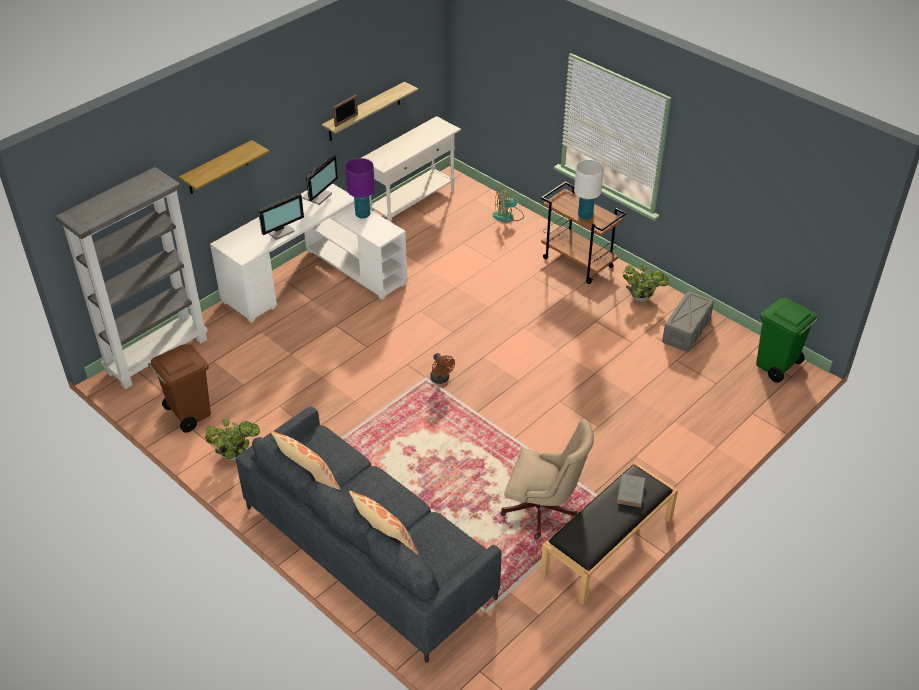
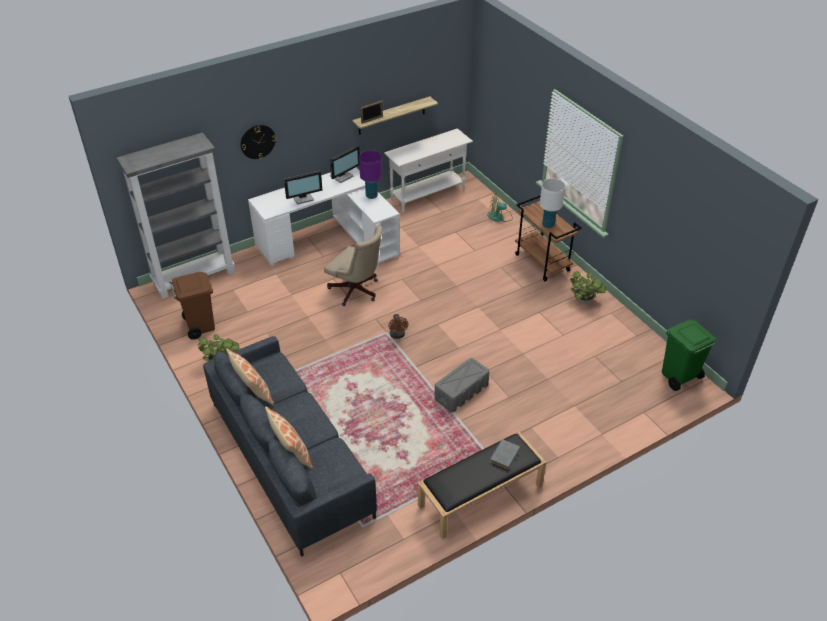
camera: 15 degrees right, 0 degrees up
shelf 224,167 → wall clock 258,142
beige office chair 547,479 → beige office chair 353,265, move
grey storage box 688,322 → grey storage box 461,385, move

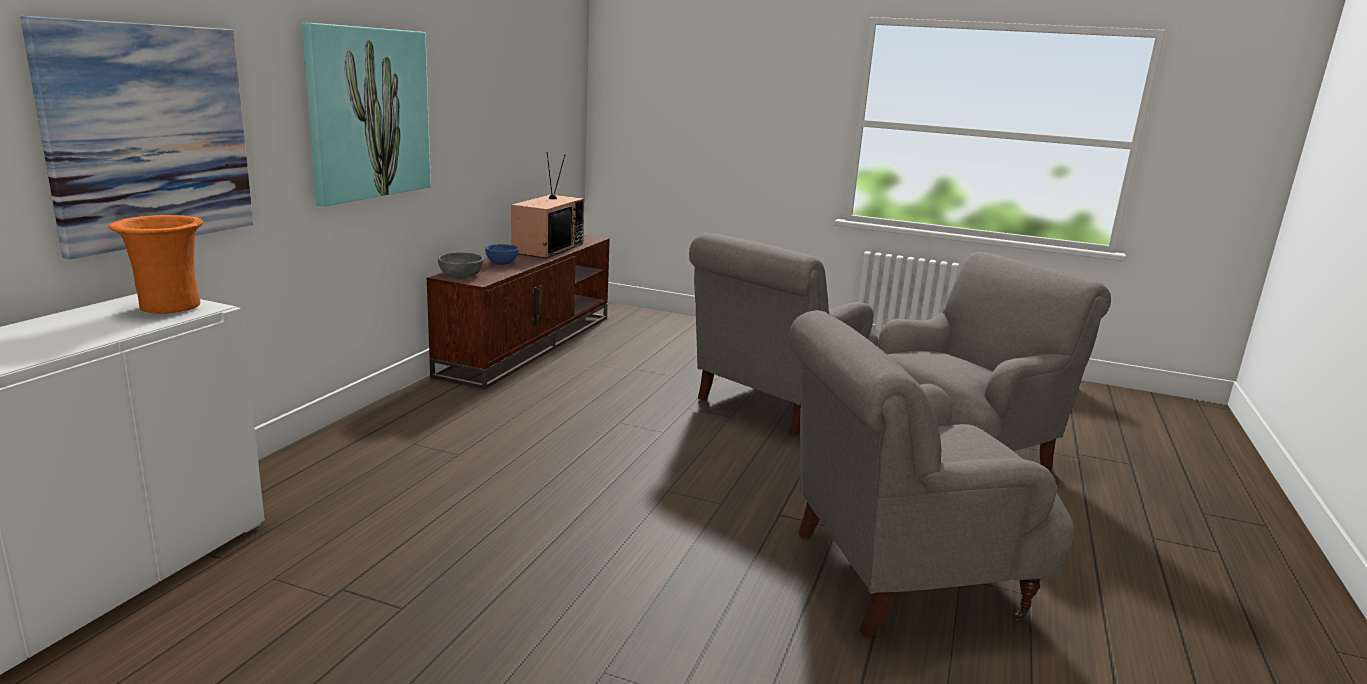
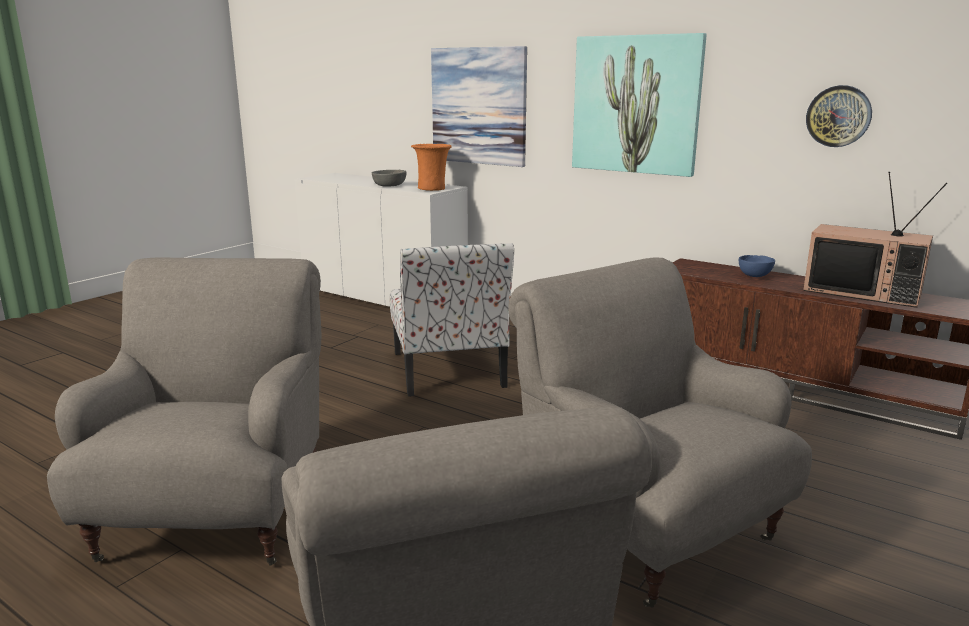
camera: 105 degrees right, 0 degrees up
grey bowl 461,265 → grey bowl 389,178, move
- → chair 452,320
- → wall clock 839,116

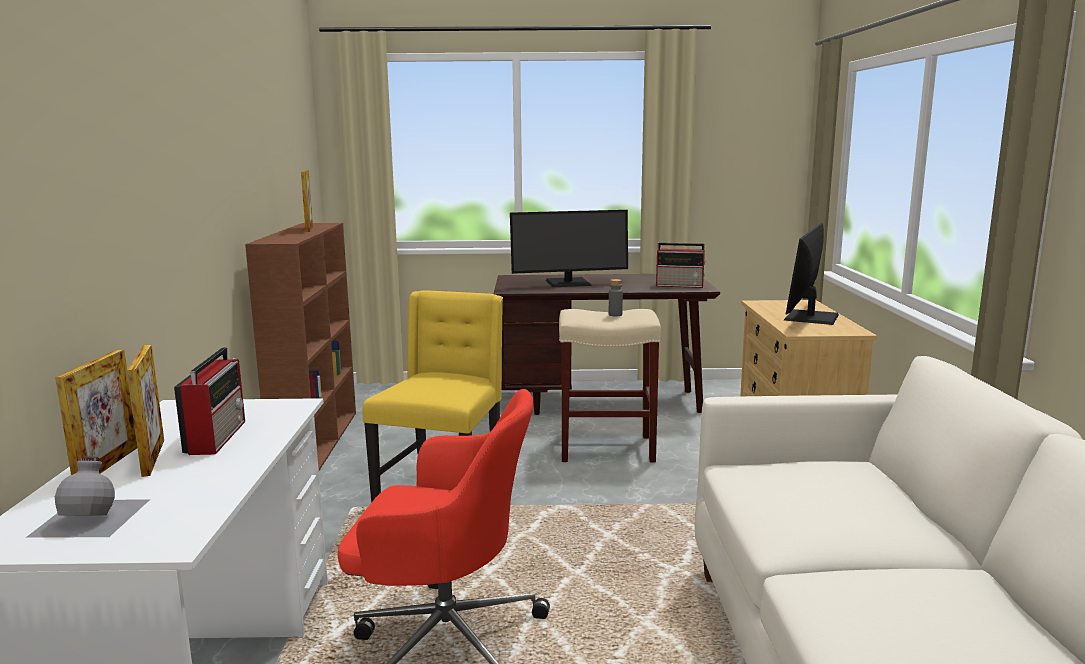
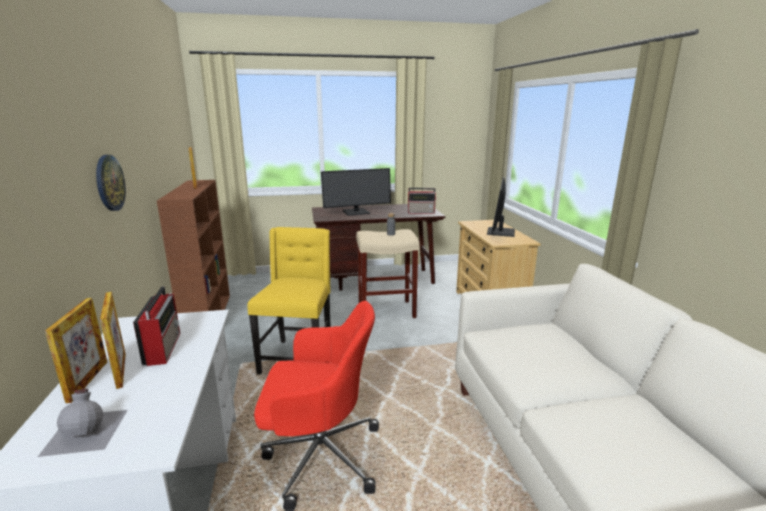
camera: 10 degrees left, 5 degrees up
- → wall clock 111,183

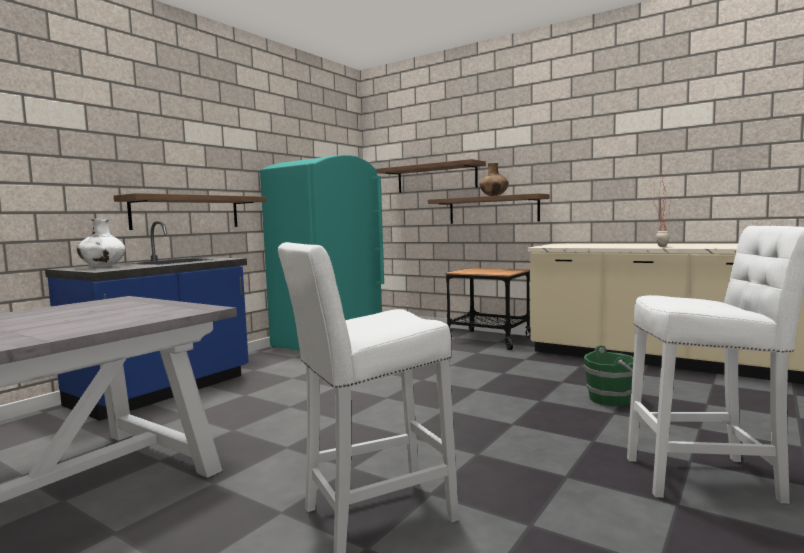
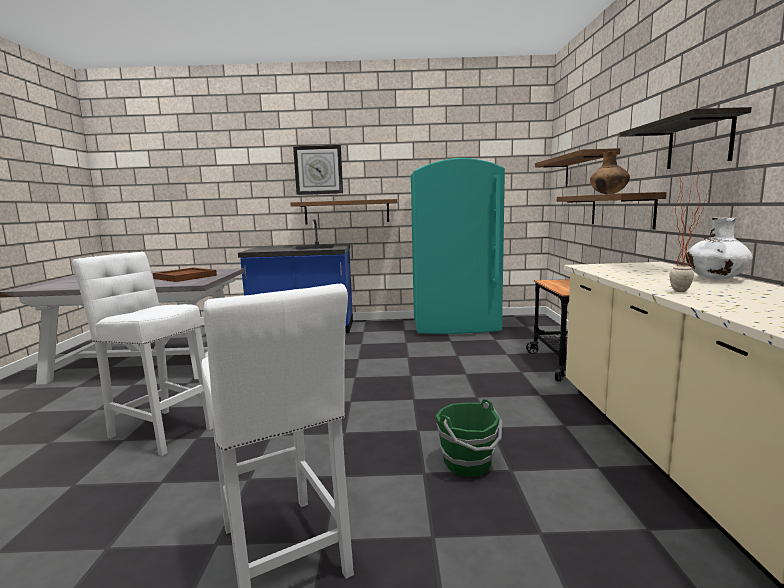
camera: 55 degrees right, 5 degrees up
white vase 101,243 → white vase 719,248, move
- → brown tray 185,274
- → wall clock 318,170
- → shelf 685,138

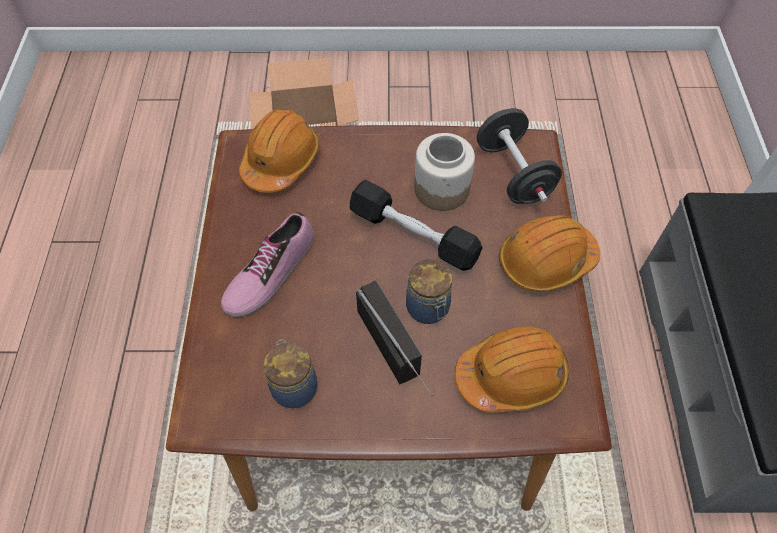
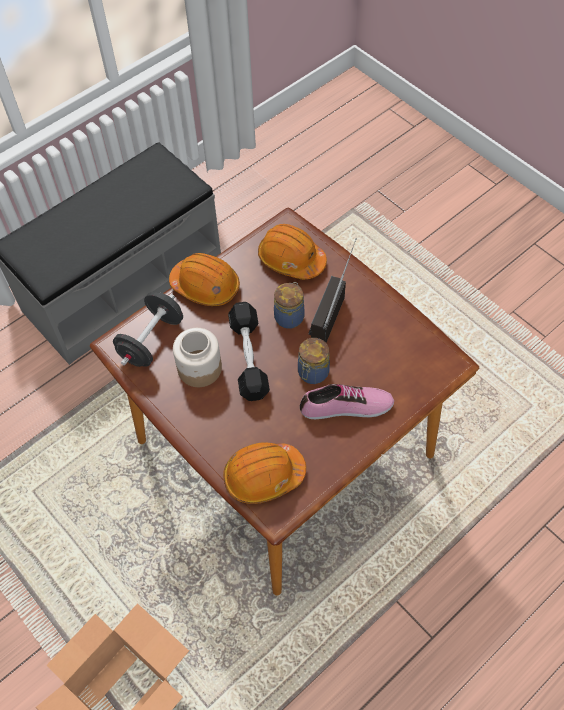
camera: 130 degrees left, 0 degrees up
jar 291,373 → jar 314,361, move

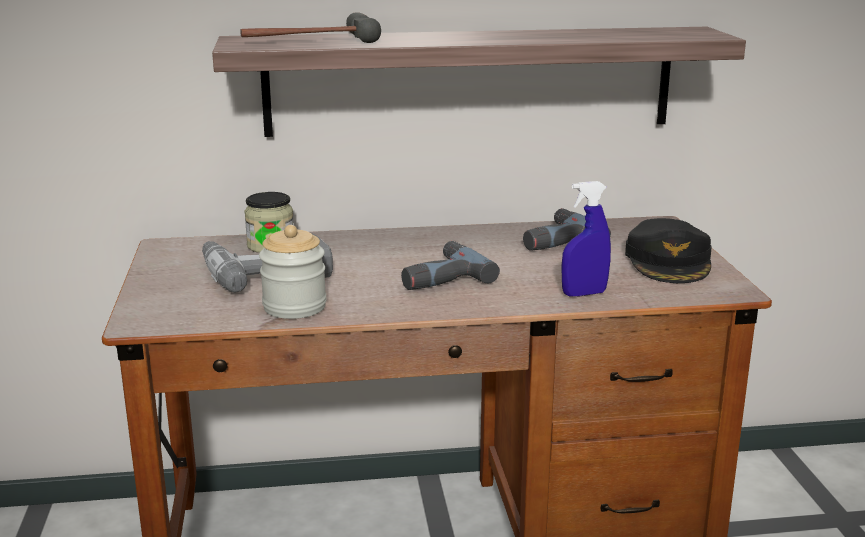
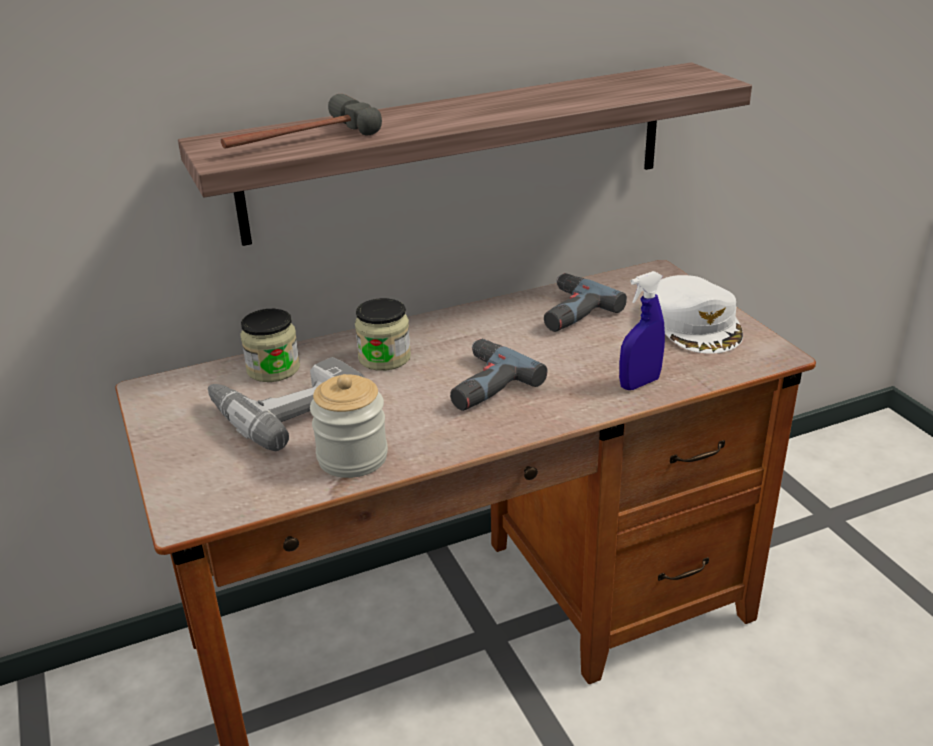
camera: 15 degrees left, 10 degrees up
black cap 668,250 → white cap 699,314
- → jar 383,334

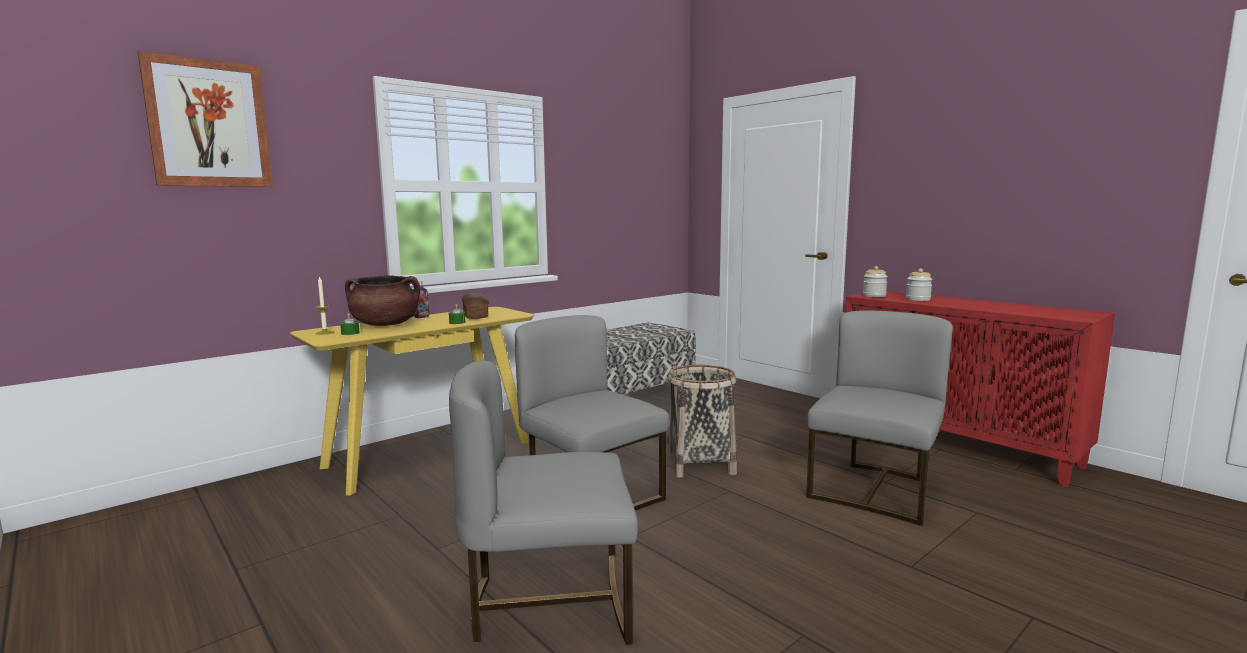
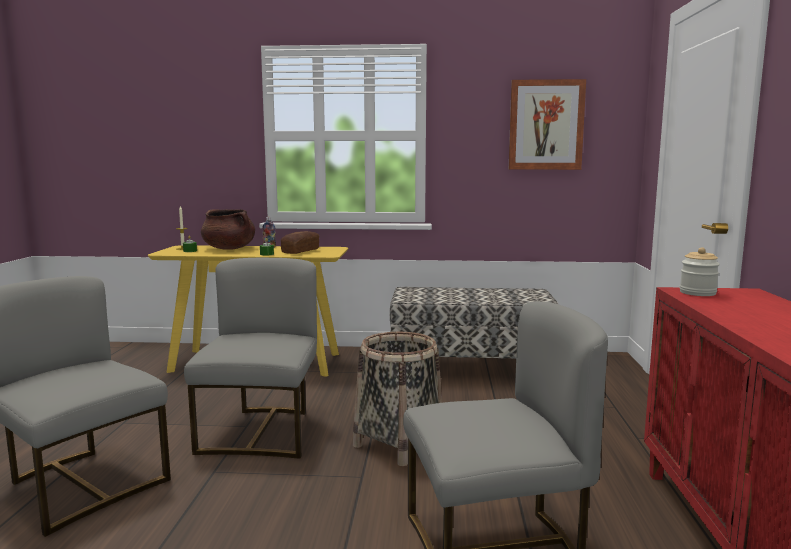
camera: 45 degrees right, 0 degrees up
picture 205,119 → picture 547,124, move
jar 919,284 → -

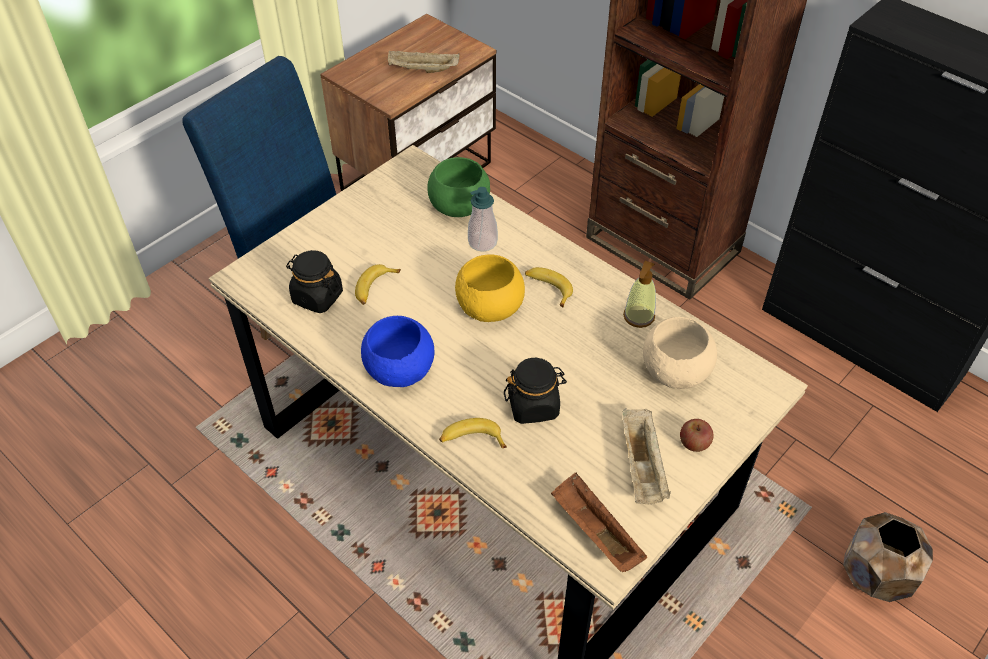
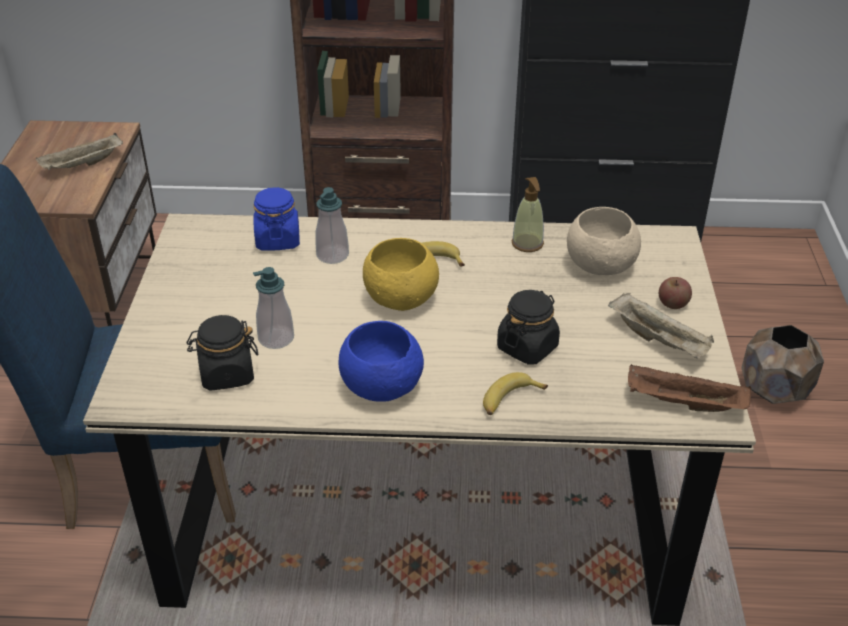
camera: 40 degrees left, 10 degrees down
banana 378,284 → soap dispenser 273,308
green bowl 458,187 → blue jar 276,219

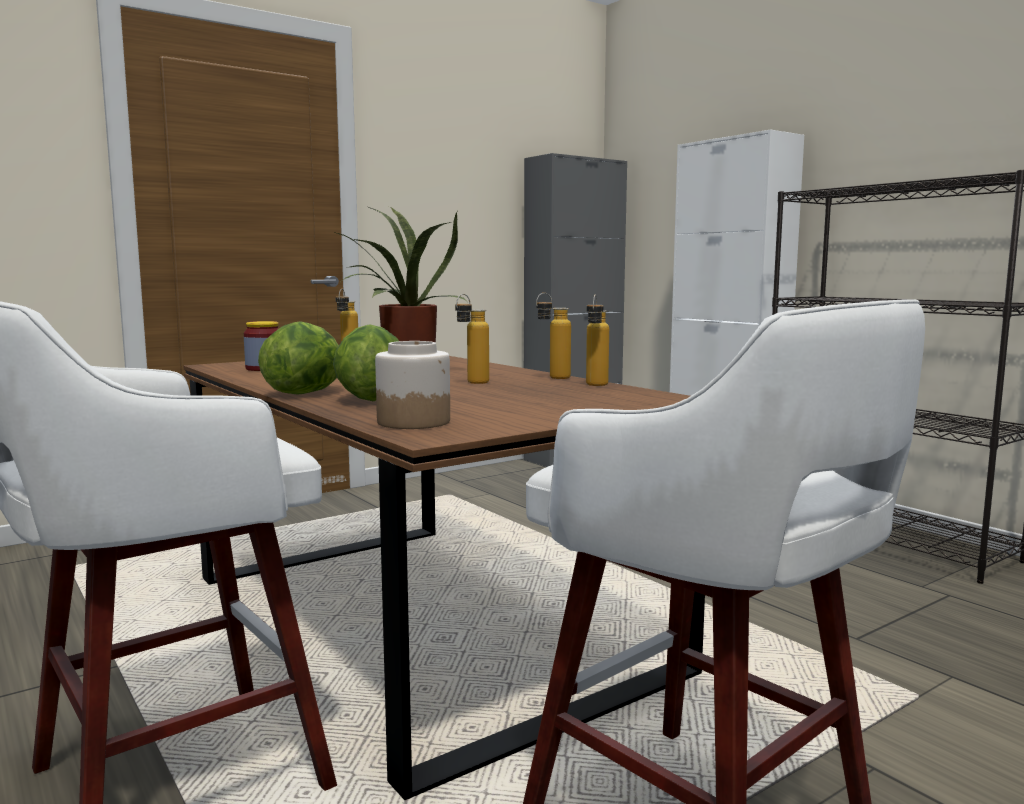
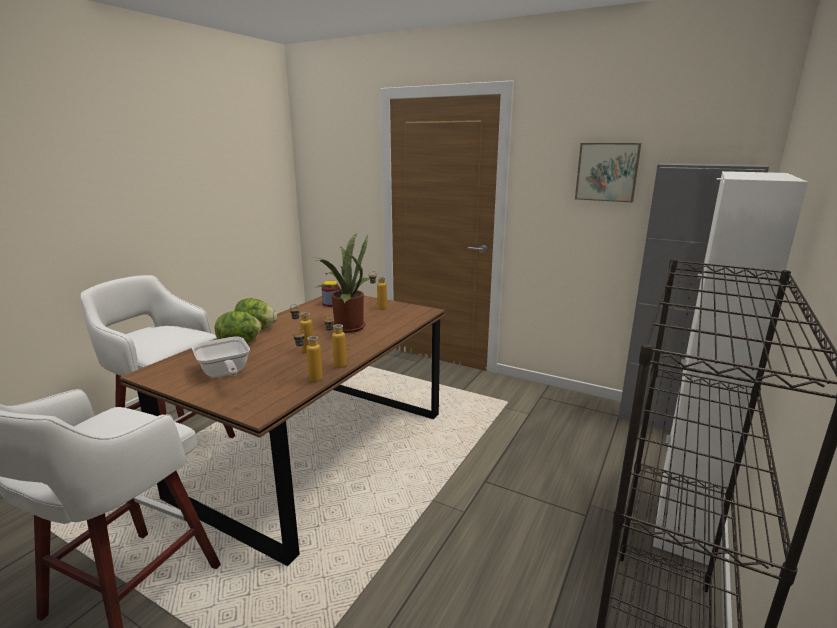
camera: 65 degrees right, 10 degrees up
jar 412,385 → -
- → frying pan 221,357
- → picture 608,172

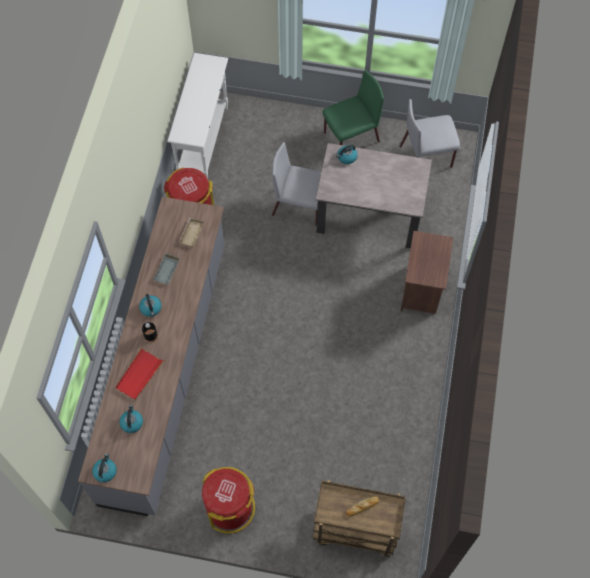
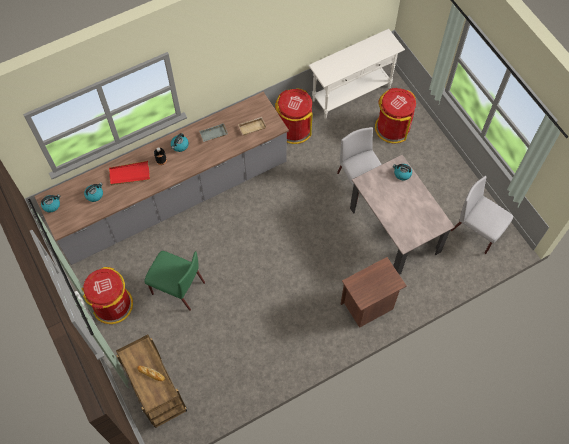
camera: 50 degrees right, 0 degrees up
green chair 353,107 → green chair 174,281, move
- → red trash can 395,115

